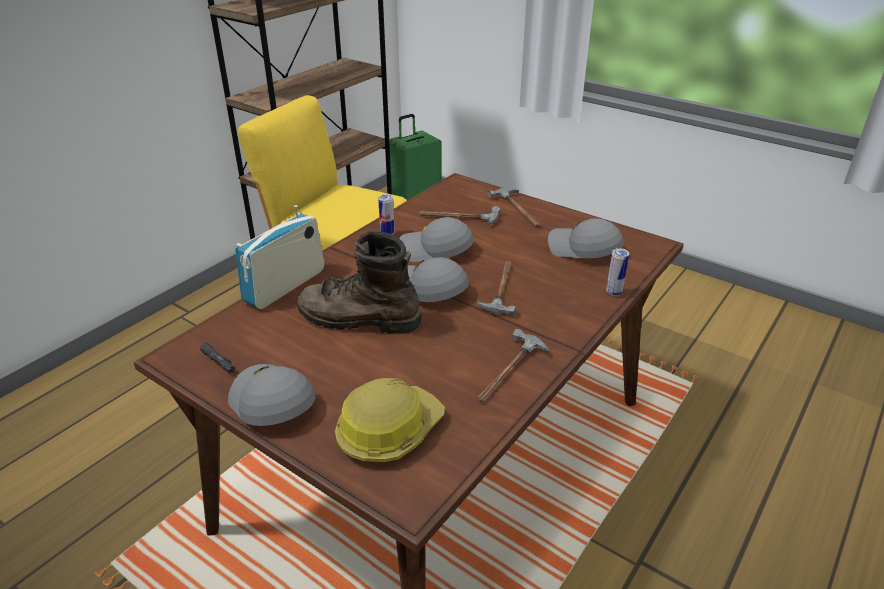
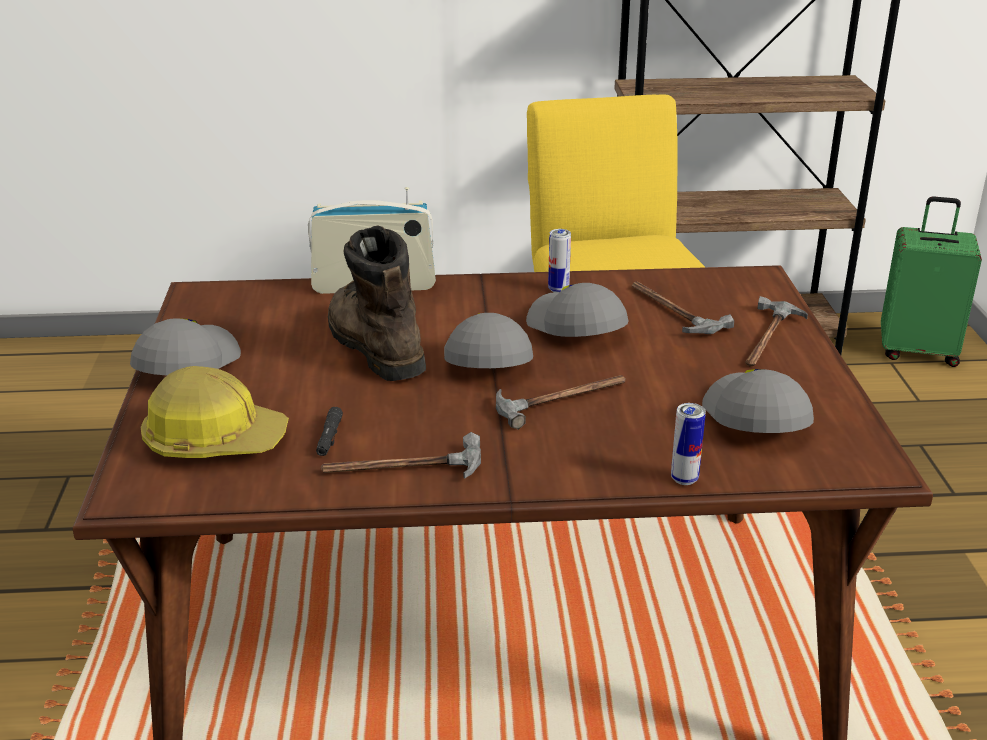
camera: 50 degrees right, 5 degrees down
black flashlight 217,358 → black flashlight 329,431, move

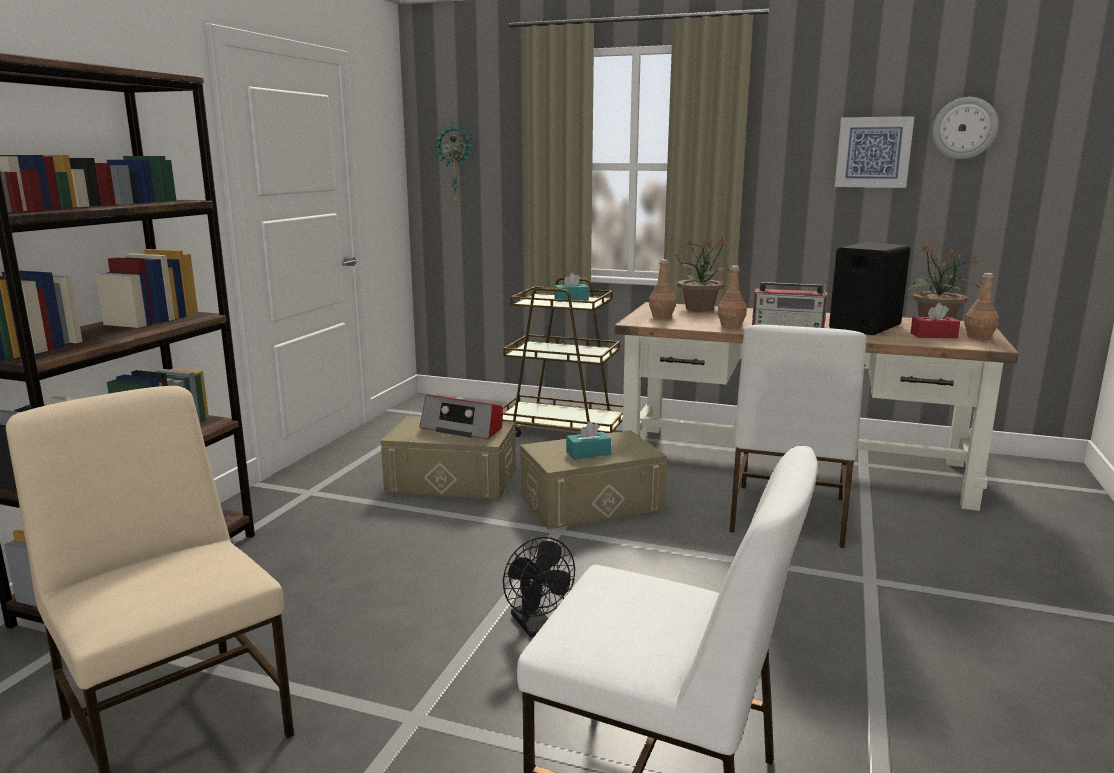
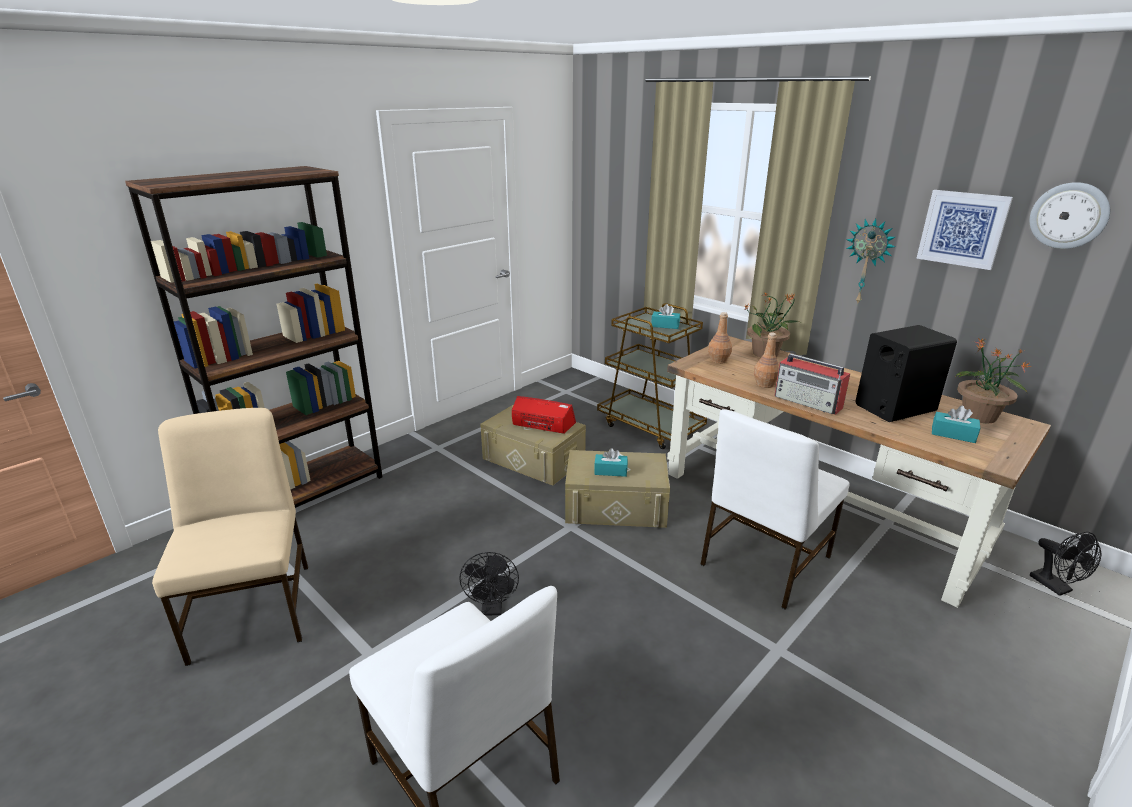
camera: 25 degrees right, 10 degrees up
radio 461,417 → radio 544,415, 150 degrees clockwise
wall clock 453,164 → wall clock 870,261, move
red tissue box 935,320 → turquoise tissue box 956,424
brown bottle 981,306 → -
- → black fan 1066,564

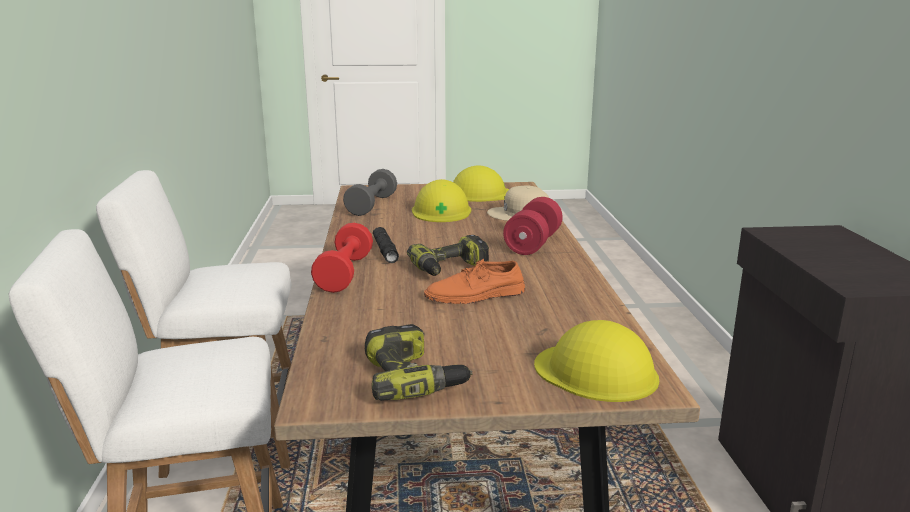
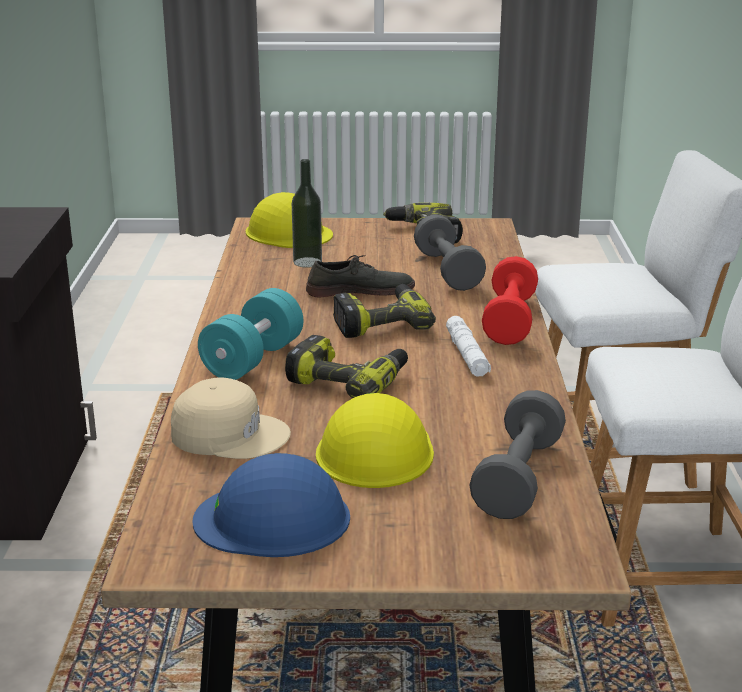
camera: 175 degrees left, 5 degrees up
black flashlight 386,245 → white flashlight 468,346
orange shoe 474,281 → grey shoe 360,276
yellow hard hat 481,183 → blue hard hat 271,505
red dumbbell 533,226 → turquoise dumbbell 250,334
- → power drill 346,366
- → bottle 307,213
- → grey dumbbell 450,252

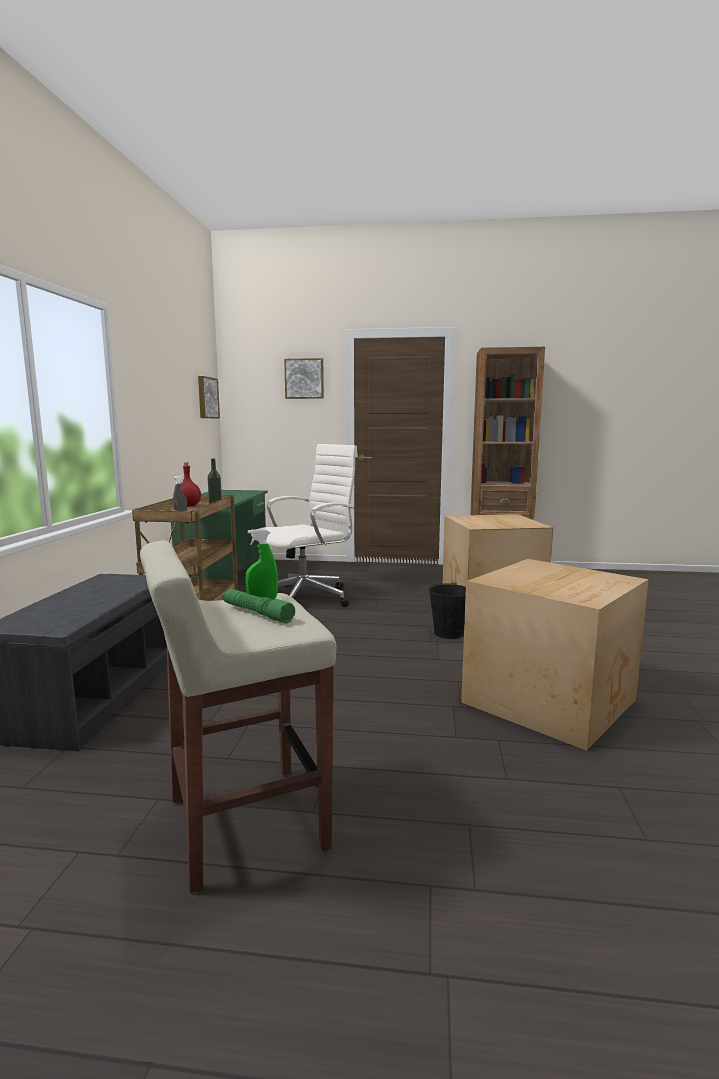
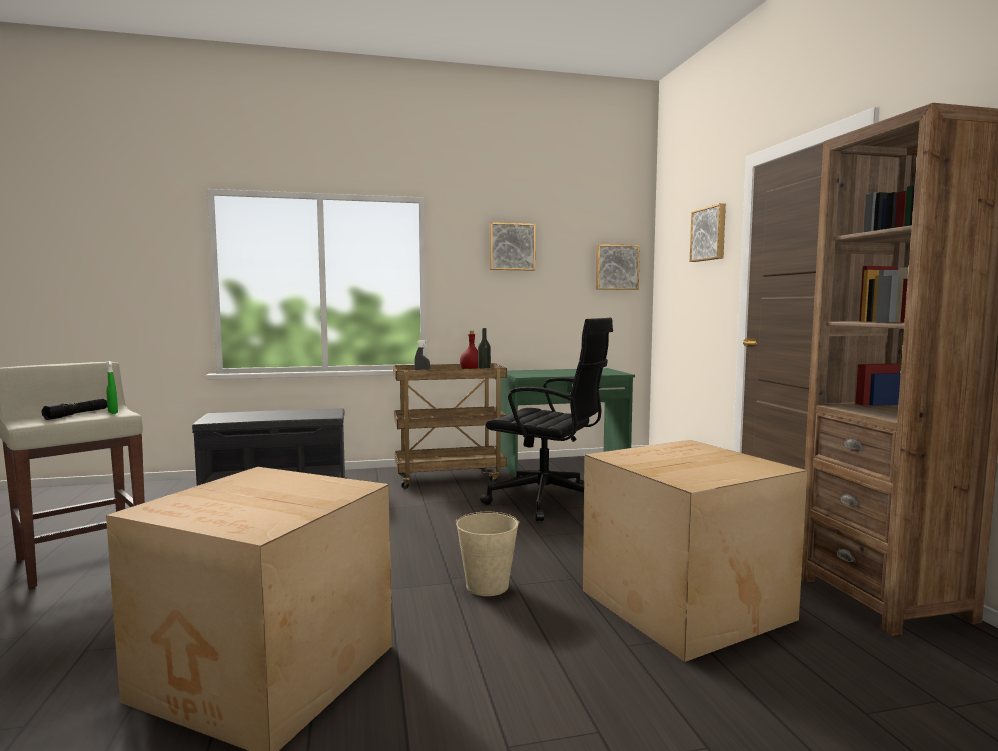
camera: 70 degrees right, 5 degrees down
green flashlight 259,606 → black flashlight 74,409
white office chair 304,525 → black office chair 546,419
black bucket 447,610 → beige bucket 487,554
- → picture 513,246

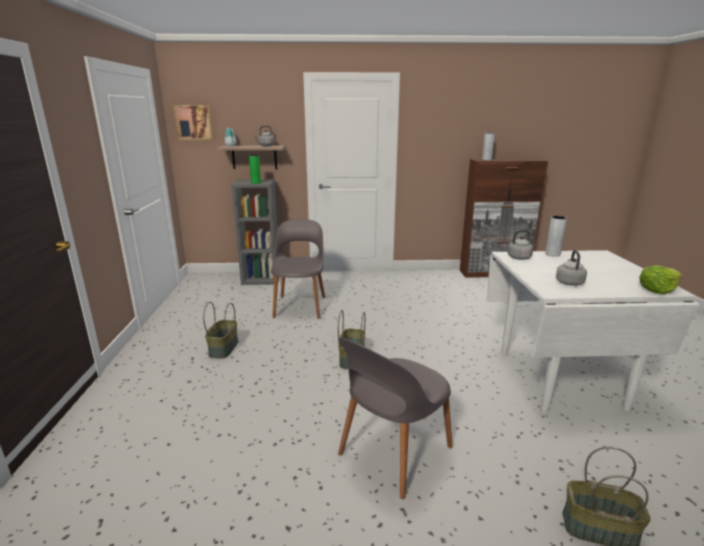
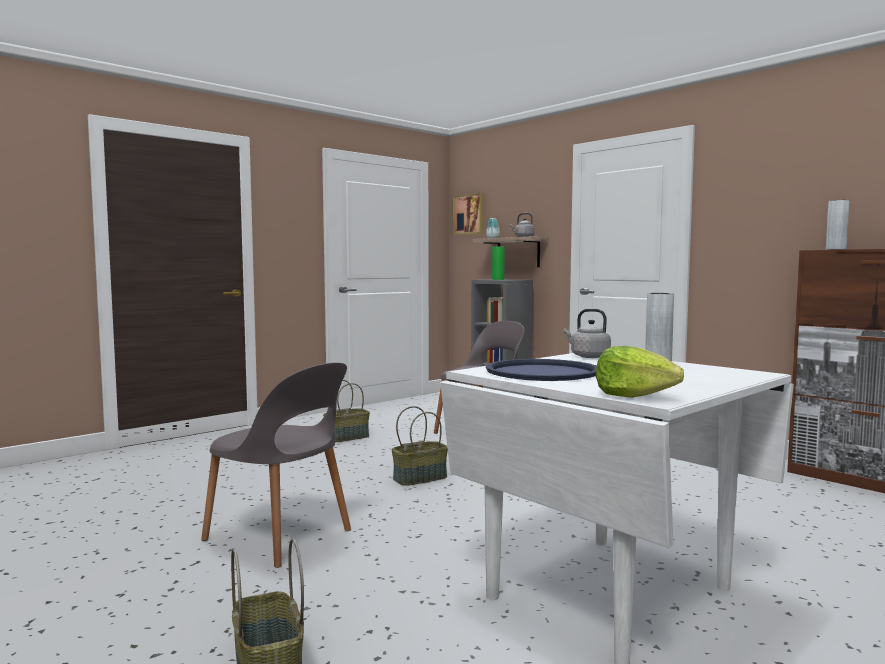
camera: 50 degrees right, 15 degrees down
grey chair 395,418 → grey chair 276,465, 150 degrees counterclockwise
grey kettle 571,268 → blue tray 541,370

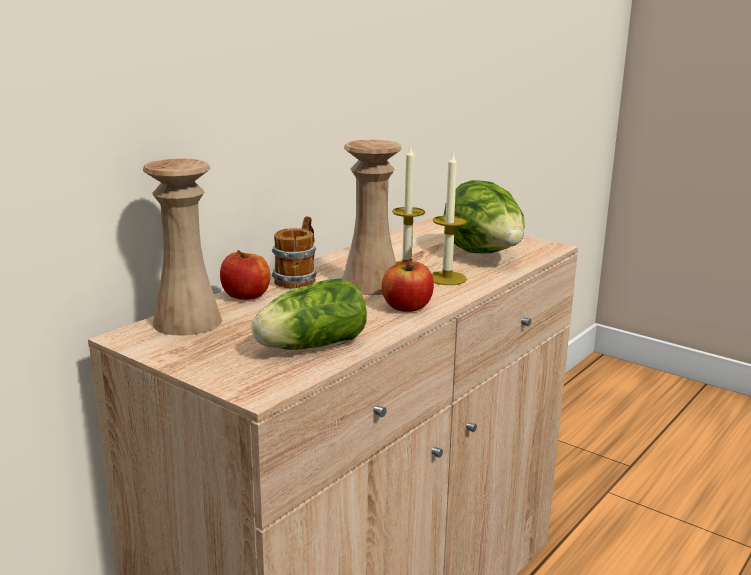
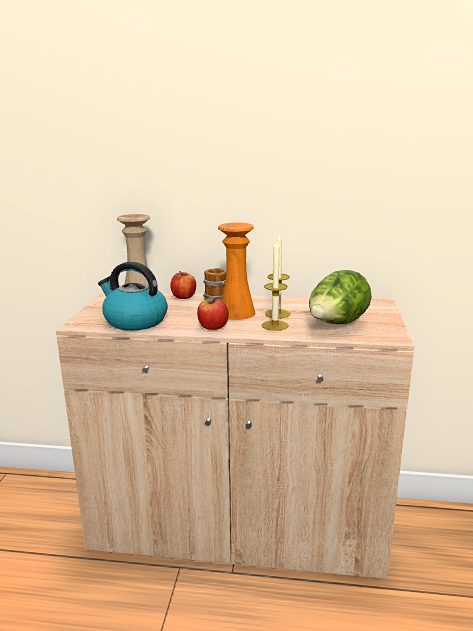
camera: 60 degrees right, 0 degrees up
lettuce 309,314 → kettle 133,296
beige vase 372,217 → orange vase 237,271

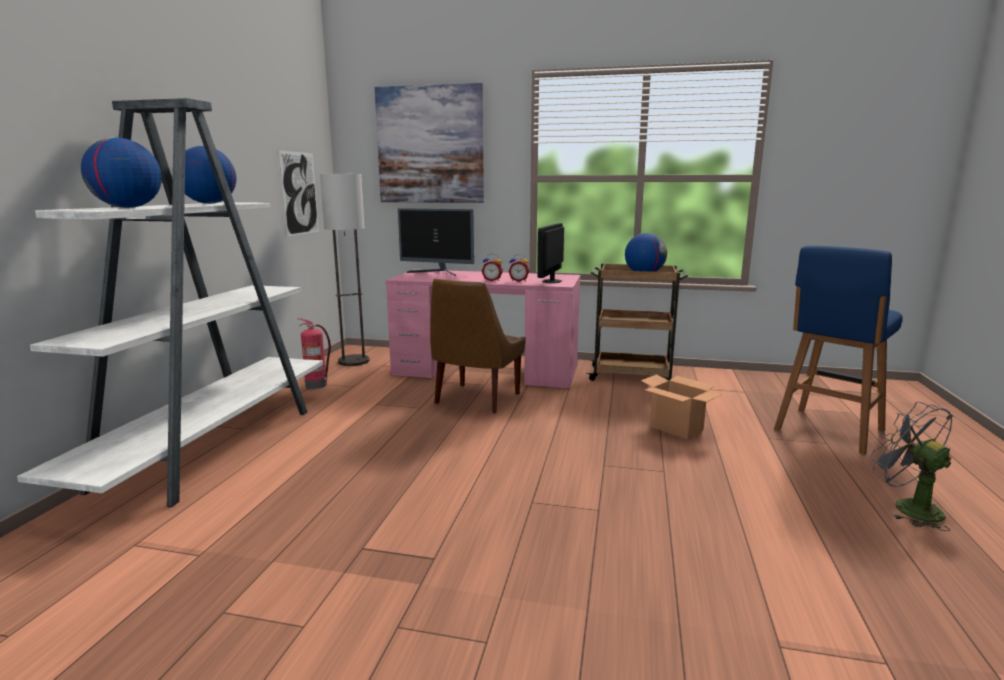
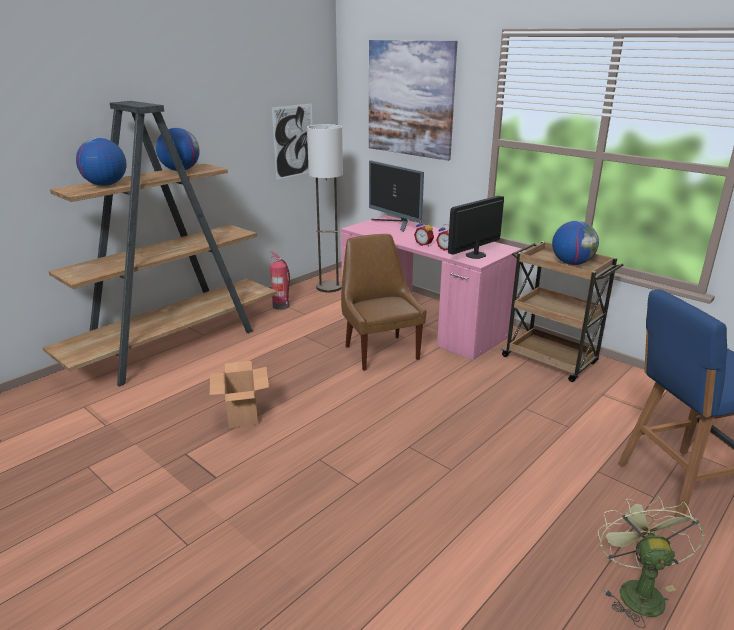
camera: 30 degrees right, 10 degrees up
white bookcase 170,302 → brown bookcase 160,243
brown chair 478,346 → brown chair 384,302, 105 degrees clockwise
cardboard box 681,406 → cardboard box 239,394, move
grey fan 911,466 → green fan 651,561

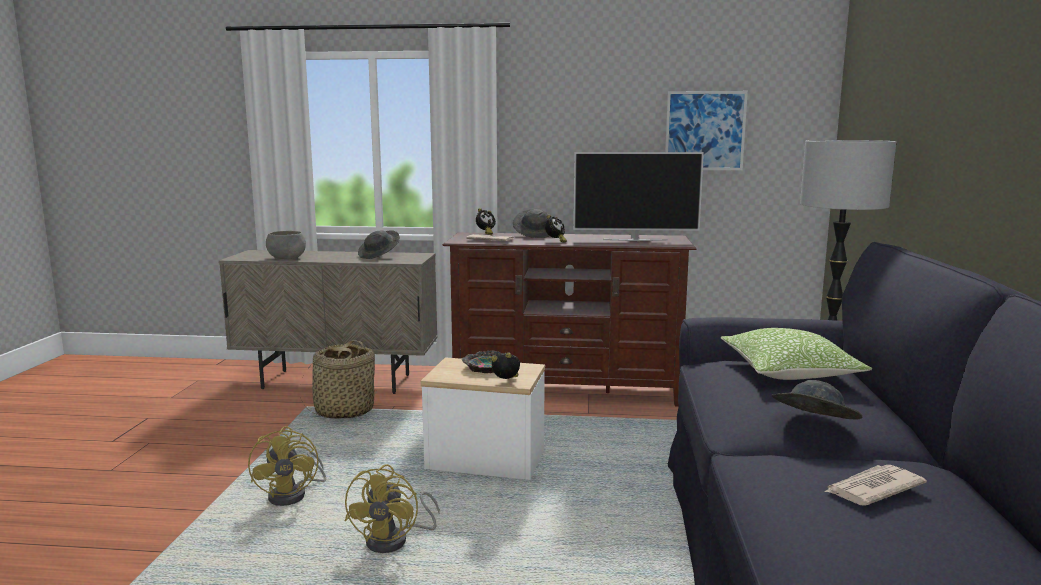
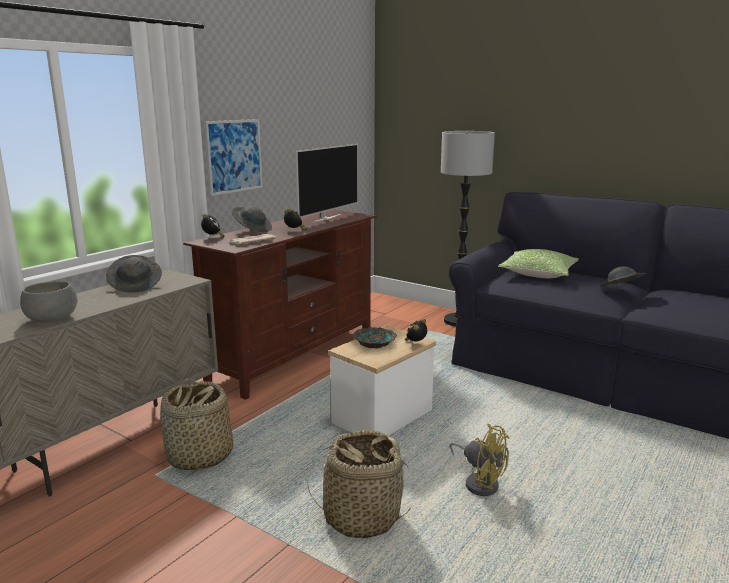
camera: 60 degrees left, 5 degrees up
yellow fan 287,466 → basket 359,484
picture 706,130 → picture 234,157, move
newspaper 876,485 → -

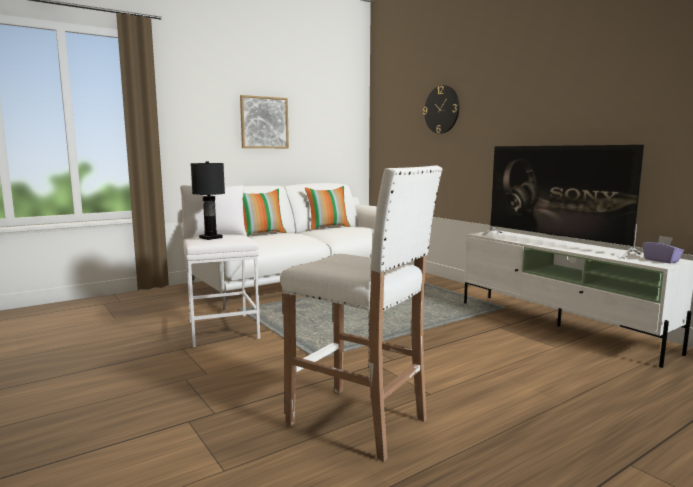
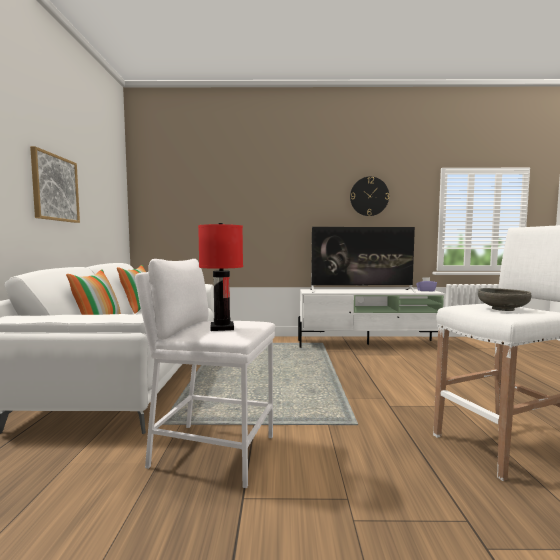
camera: 55 degrees left, 5 degrees down
black table lamp 208,200 → red table lamp 220,277
wall clock 441,109 → wall clock 369,196, move
- → grey bowl 504,299

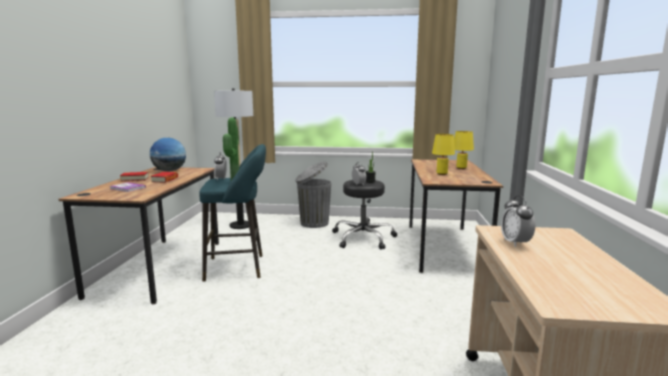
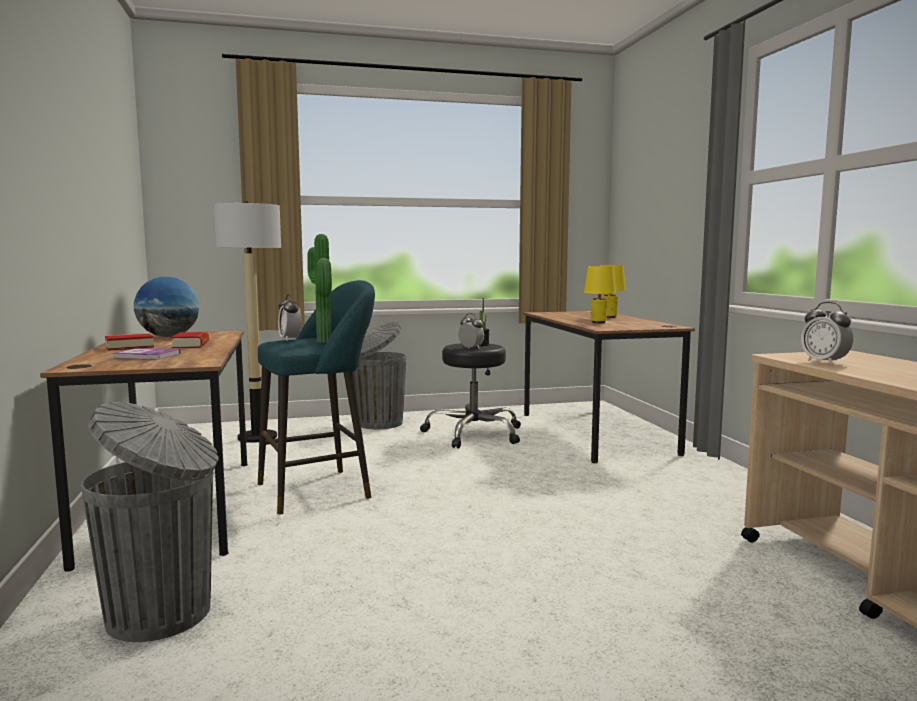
camera: 20 degrees left, 5 degrees down
- → grey trash can 150,522

